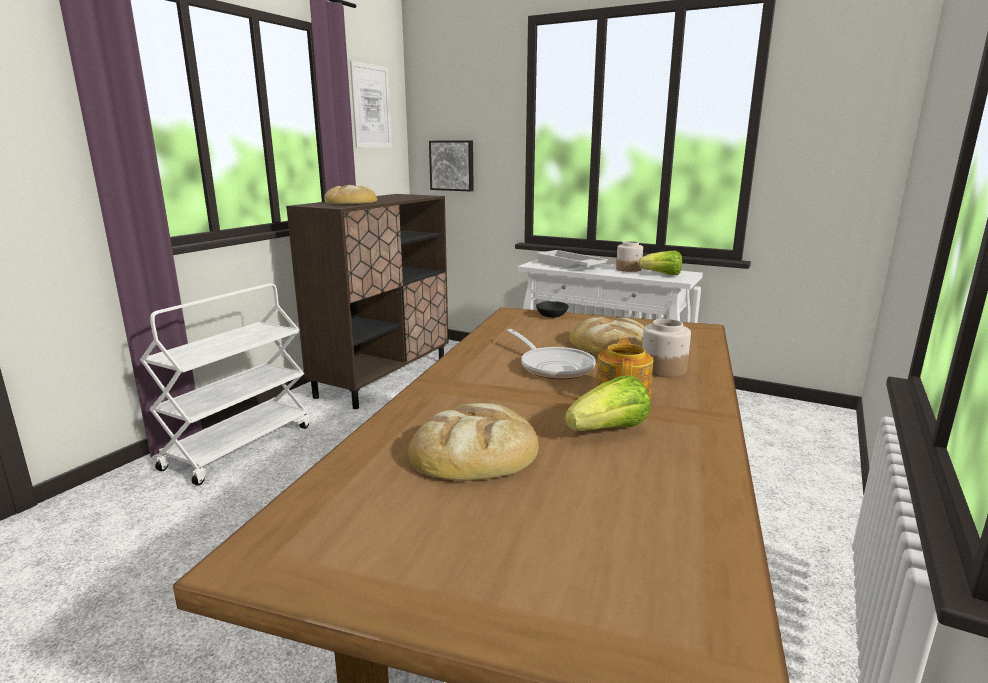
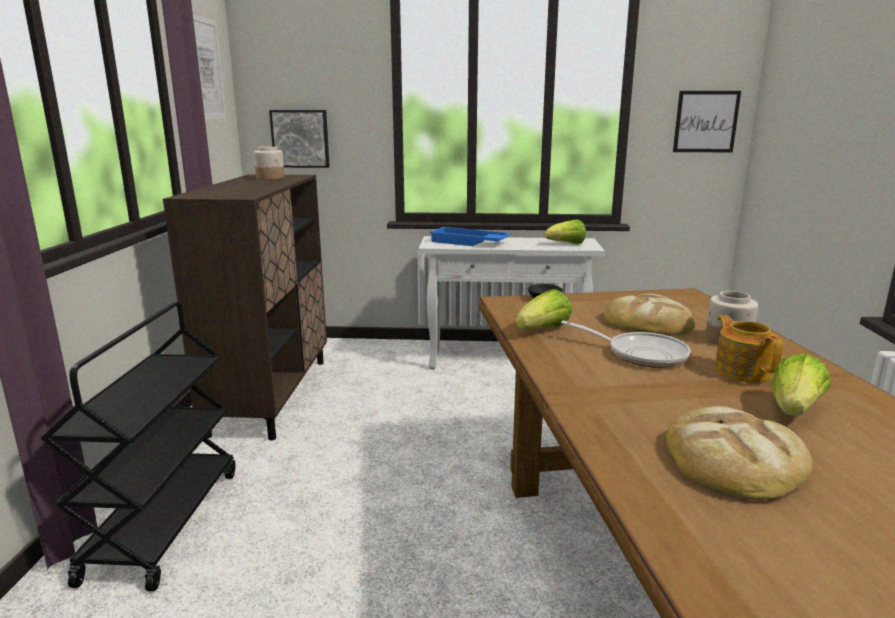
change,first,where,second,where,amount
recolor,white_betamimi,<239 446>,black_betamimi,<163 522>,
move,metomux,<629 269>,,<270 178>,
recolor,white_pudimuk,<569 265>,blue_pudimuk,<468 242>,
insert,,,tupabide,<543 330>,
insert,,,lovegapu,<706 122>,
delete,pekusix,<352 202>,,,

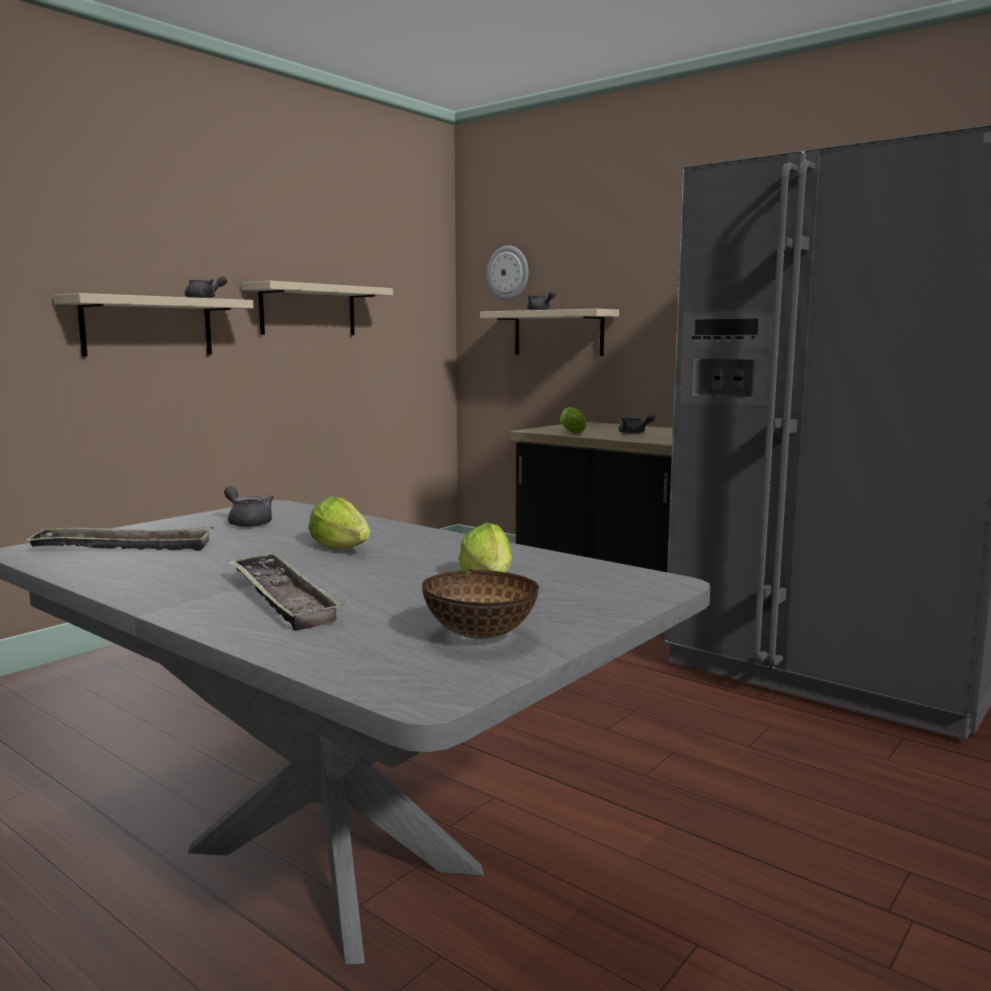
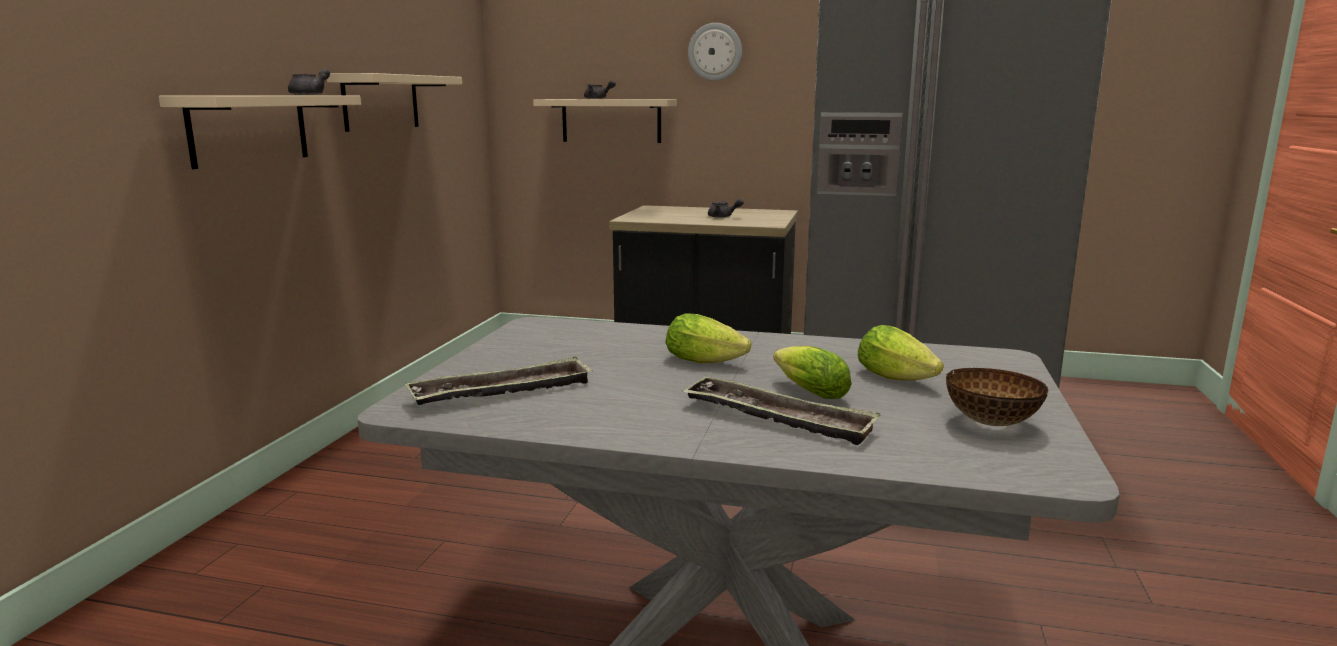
change,first,where,second,where,amount
move,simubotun,<508 273>,,<715 52>,
move,tupabide,<570 432>,,<807 391>,
delete,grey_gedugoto,<248 522>,,,

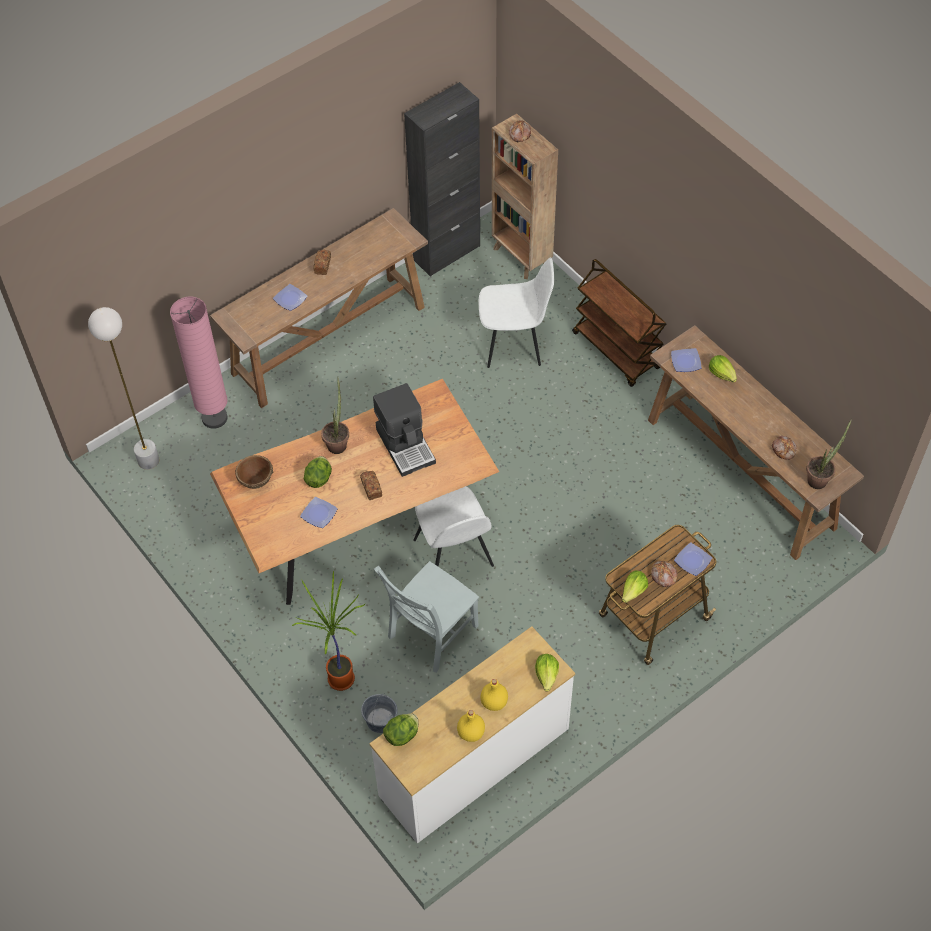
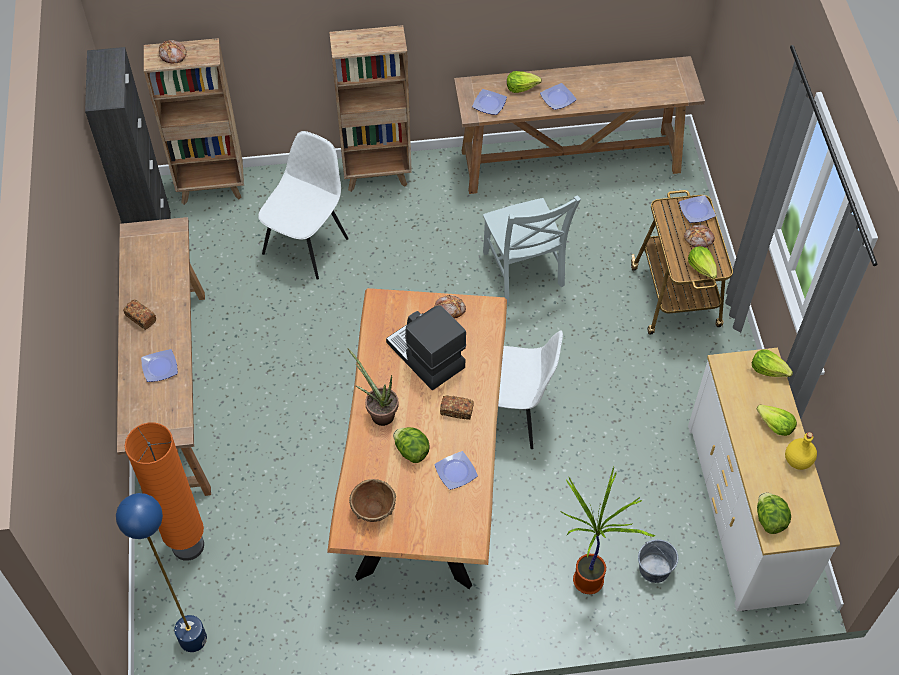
change,first,where,second,where,amount
recolor,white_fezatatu,<148 460>,blue_fezatatu,<192 639>,
recolor,pink_fezatatu,<214 418>,orange_fezatatu,<188 546>,
replace,brown_betamimi,<617 351>,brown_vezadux,<377 175>,
rotate,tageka,<406 445>,,<425 356>,135 degrees counterclockwise
move,pekusix,<784 449>,,<449 309>,
move,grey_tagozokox,<430 634>,,<524 272>,
insert,,,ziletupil,<557 98>,
replace,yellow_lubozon,<493 702>,tupabide,<774 426>,
delete,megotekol,<820 478>,,,

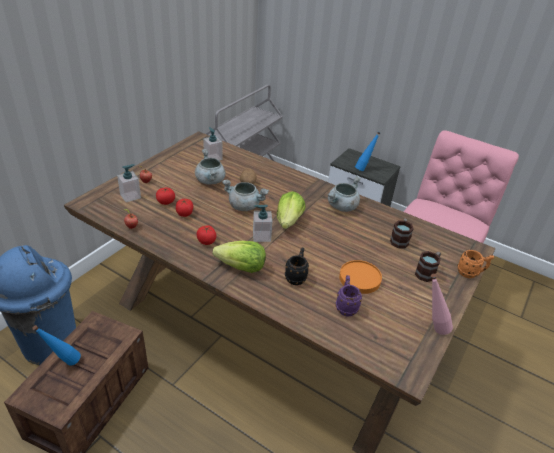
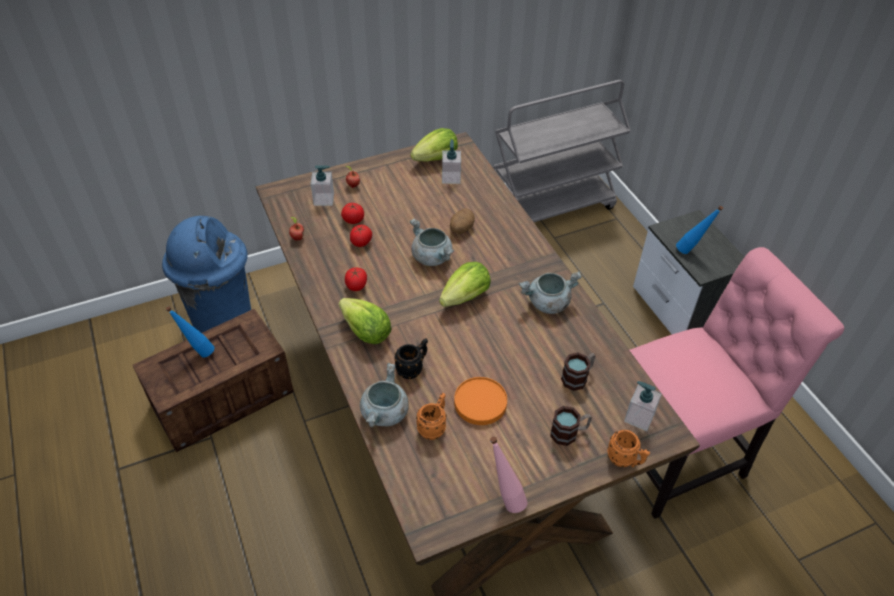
change,first,where,second,where,amount
move,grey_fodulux,<211 181>,,<385 414>,
insert,,,tupabide,<436 158>,
recolor,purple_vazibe,<345 306>,orange_vazibe,<434 427>,
move,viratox,<261 236>,,<639 417>,

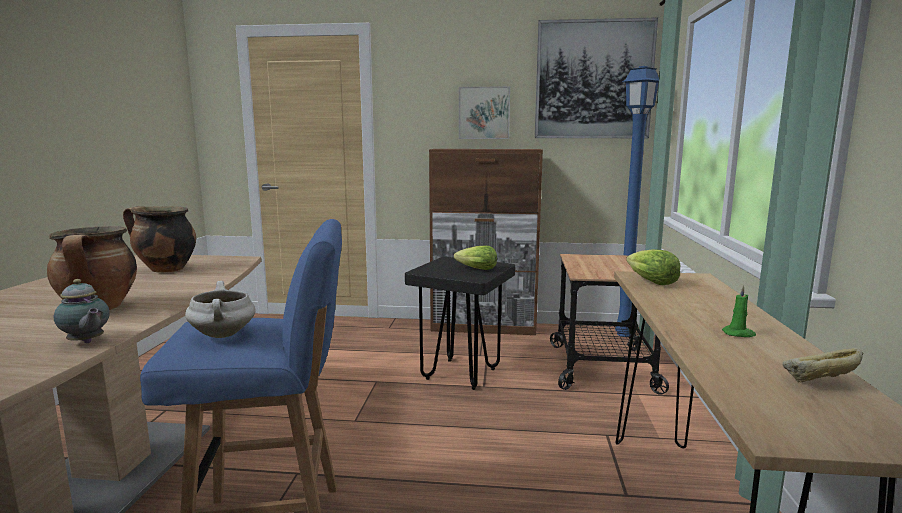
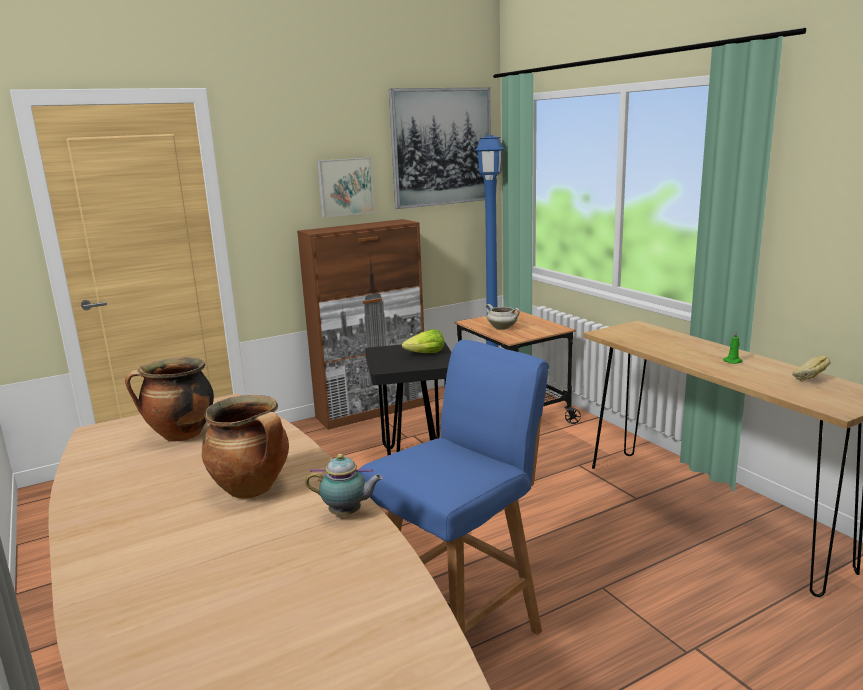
change,first,where,second,where,amount
move,white_fodulux,<224 335>,,<503 328>,
delete,tupabide,<650 282>,,,

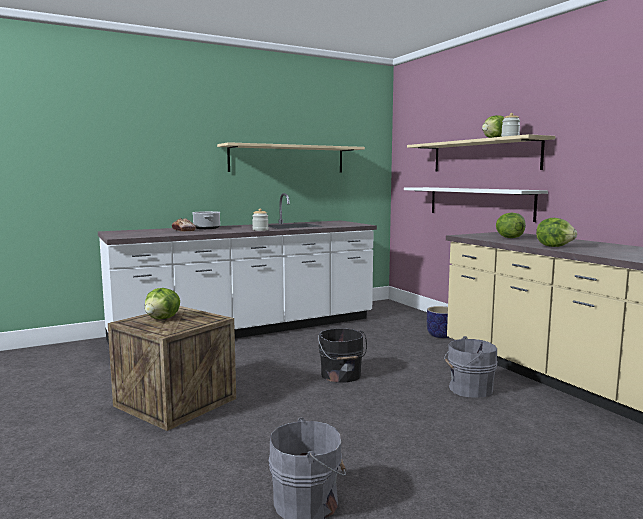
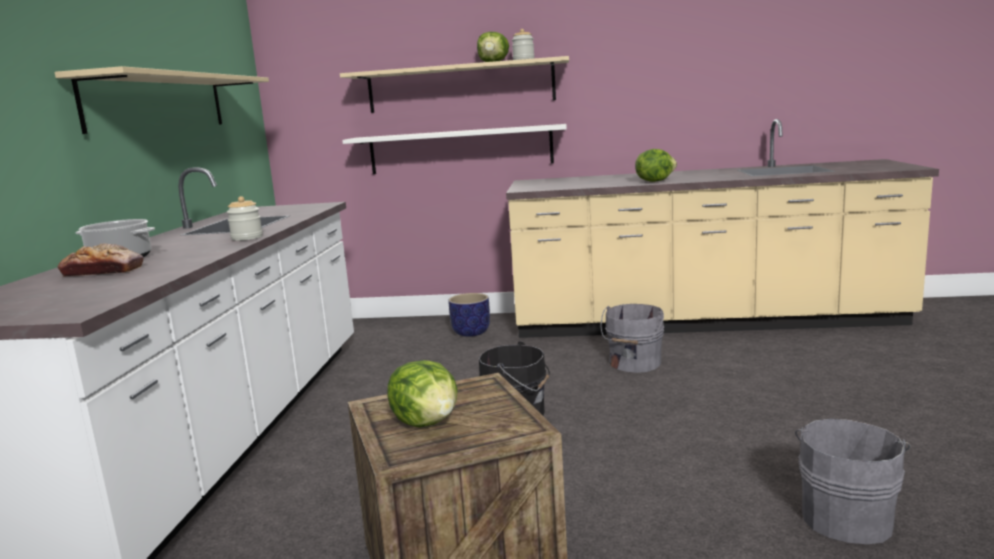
change,first,where,second,where,amount
delete,tupabide,<508 238>,,,

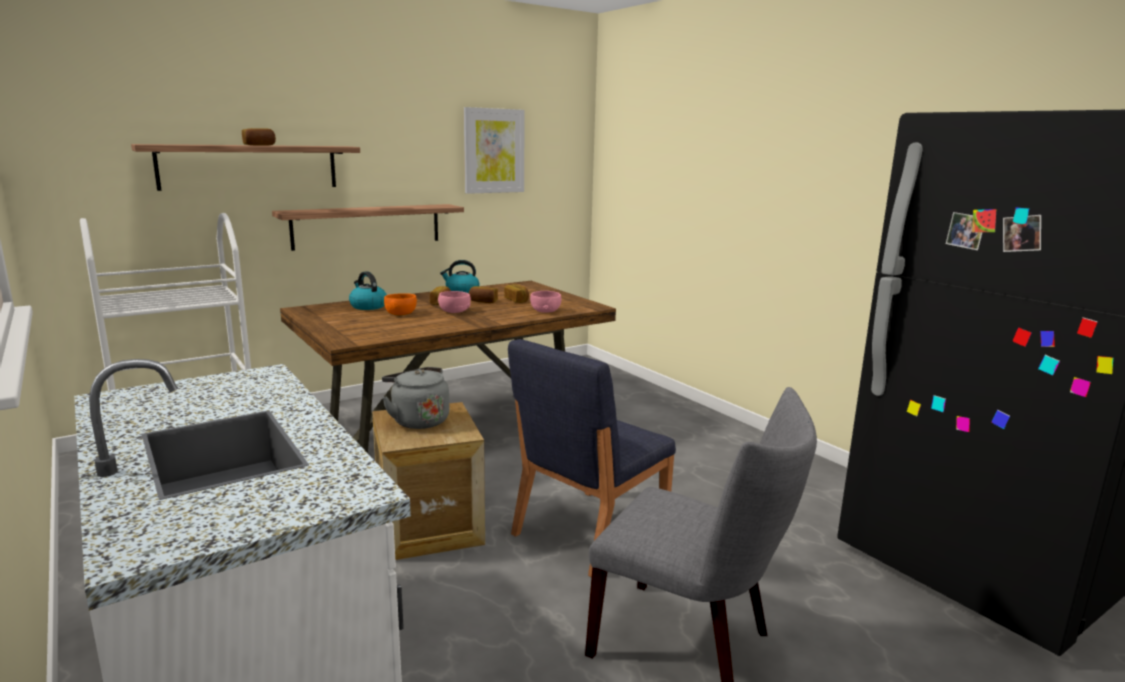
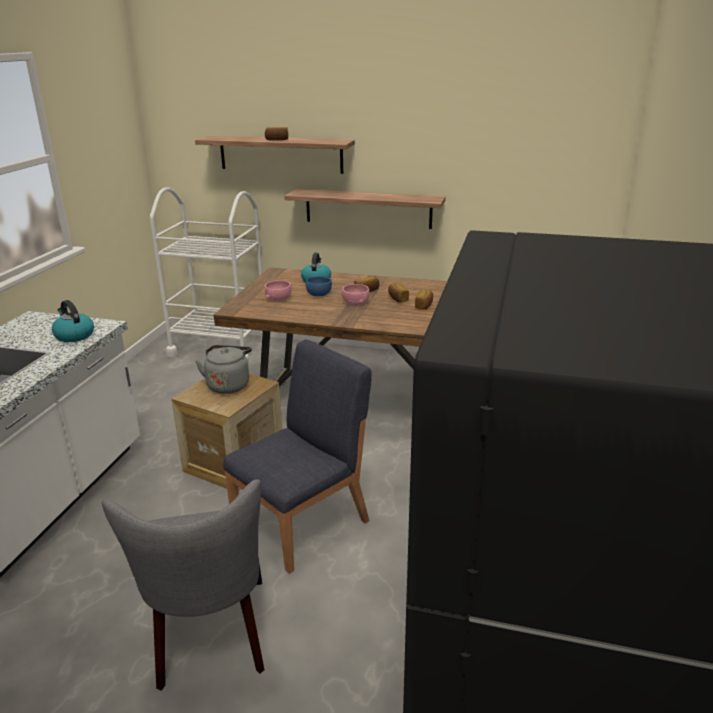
change,first,where,second,where,amount
move,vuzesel,<461 291>,,<74 335>,
rotate,blue_tagozokox,<588 531>,,<303 523>,135 degrees clockwise
move,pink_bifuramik,<545 310>,,<278 298>,
recolor,orange_bifuramik,<401 313>,blue_bifuramik,<319 294>,
delete,lovegapu,<494 151>,,,

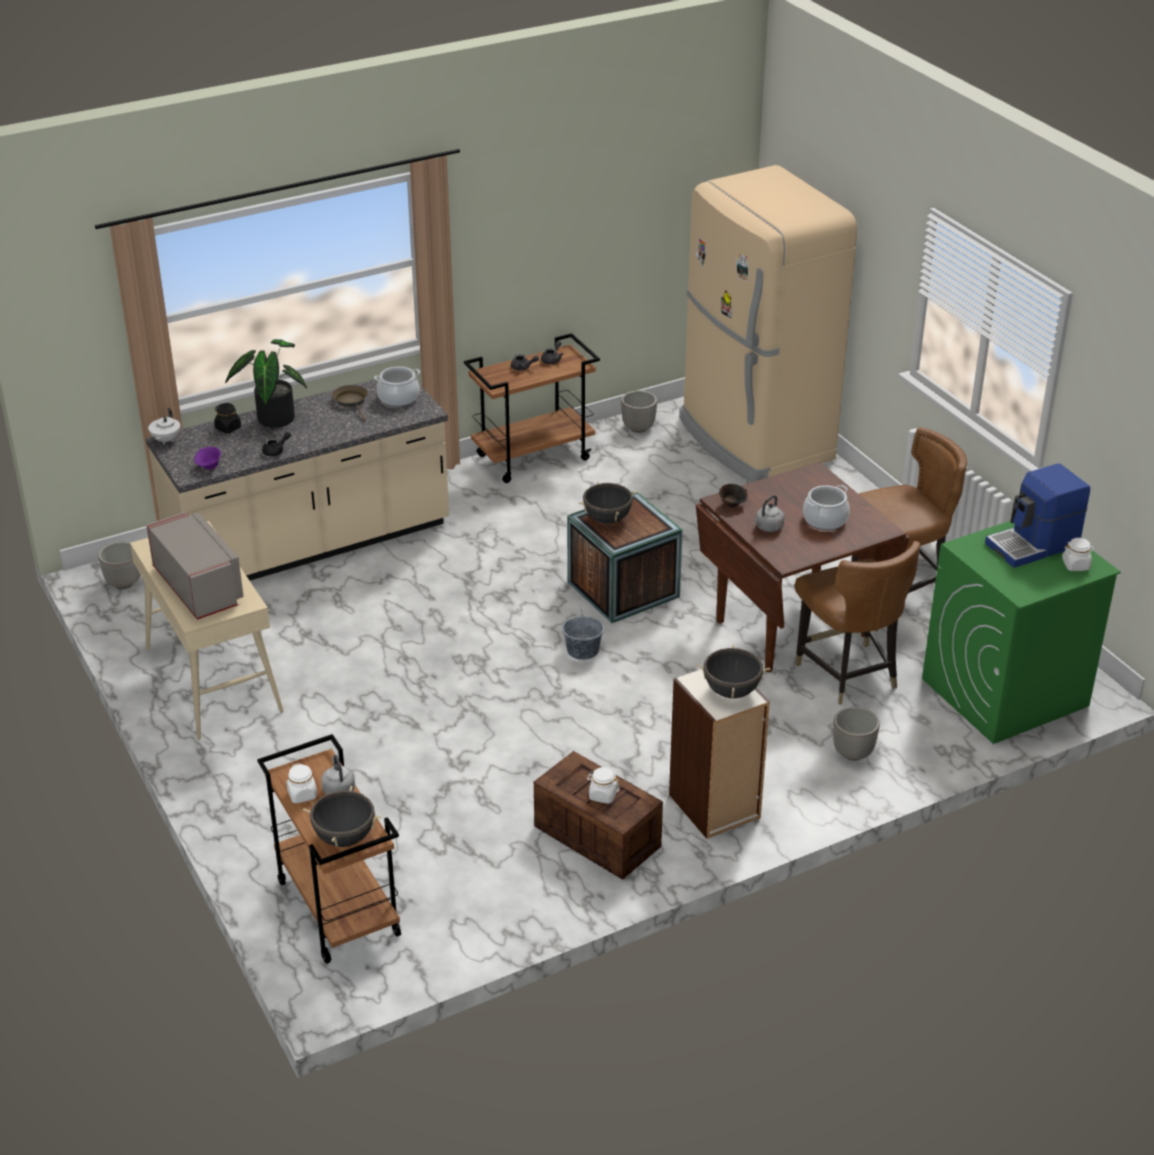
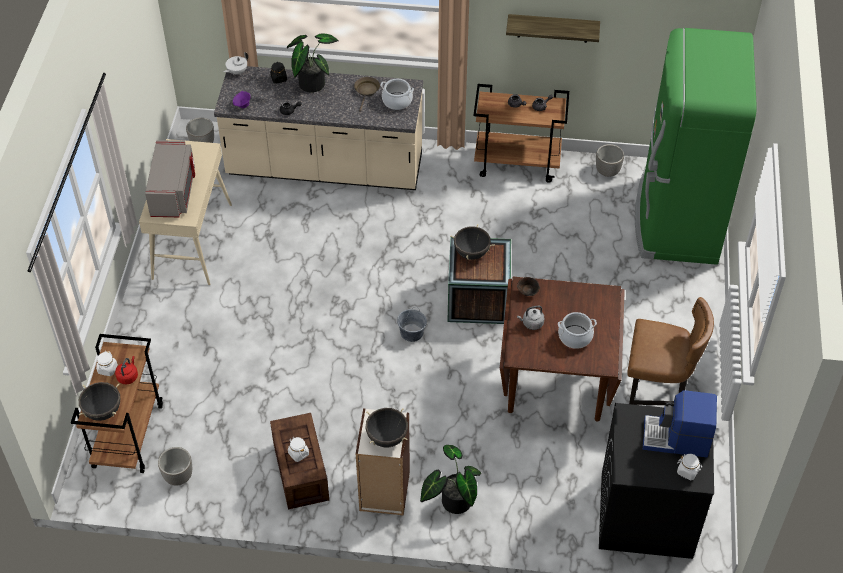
change,first,where,second,where,amount
recolor,grey_vuzesel,<338 789>,red_vuzesel,<128 376>,
move,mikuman,<853 753>,,<178 477>,
insert,,,megotekol,<452 501>,
insert,,,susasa,<553 28>,
recolor,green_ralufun,<1004 693>,black_ralufun,<645 515>,
recolor,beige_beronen,<754 440>,green_beronen,<676 220>,
delete,brown_tagozokox,<848 674>,,,

